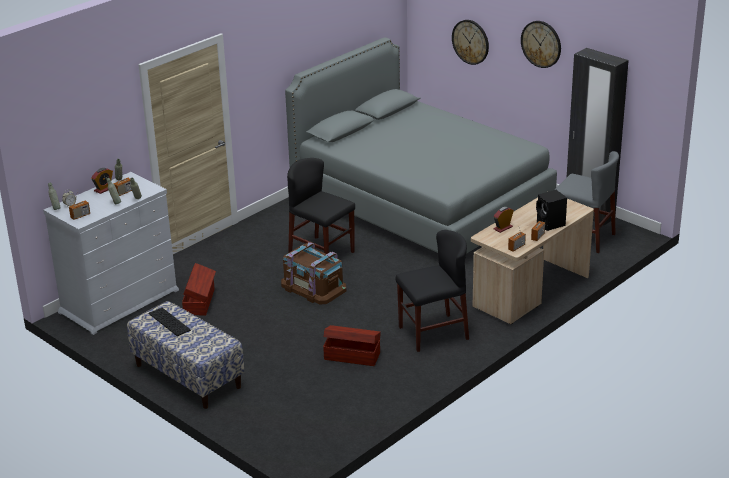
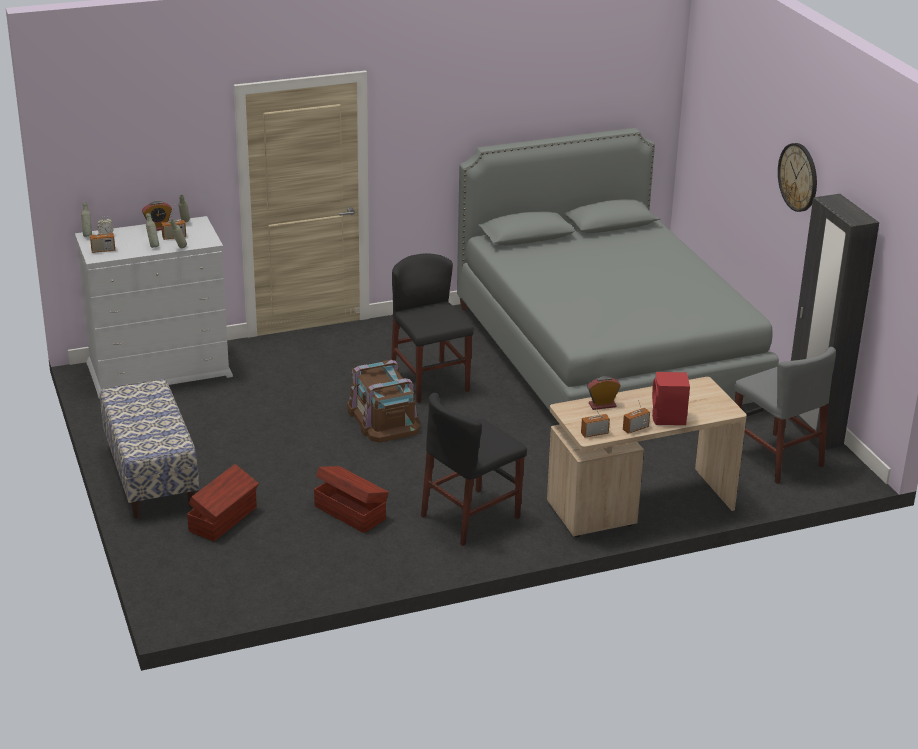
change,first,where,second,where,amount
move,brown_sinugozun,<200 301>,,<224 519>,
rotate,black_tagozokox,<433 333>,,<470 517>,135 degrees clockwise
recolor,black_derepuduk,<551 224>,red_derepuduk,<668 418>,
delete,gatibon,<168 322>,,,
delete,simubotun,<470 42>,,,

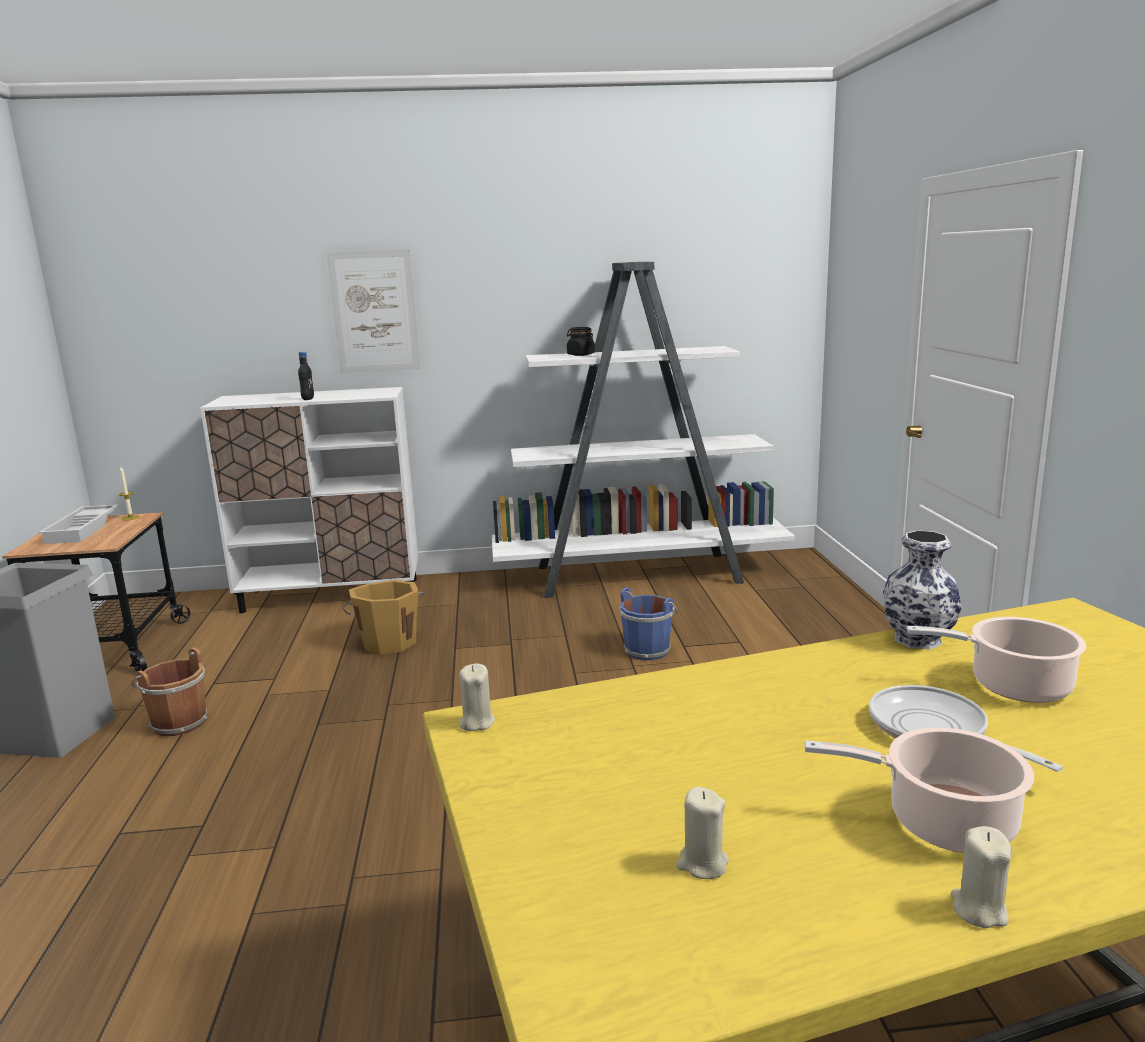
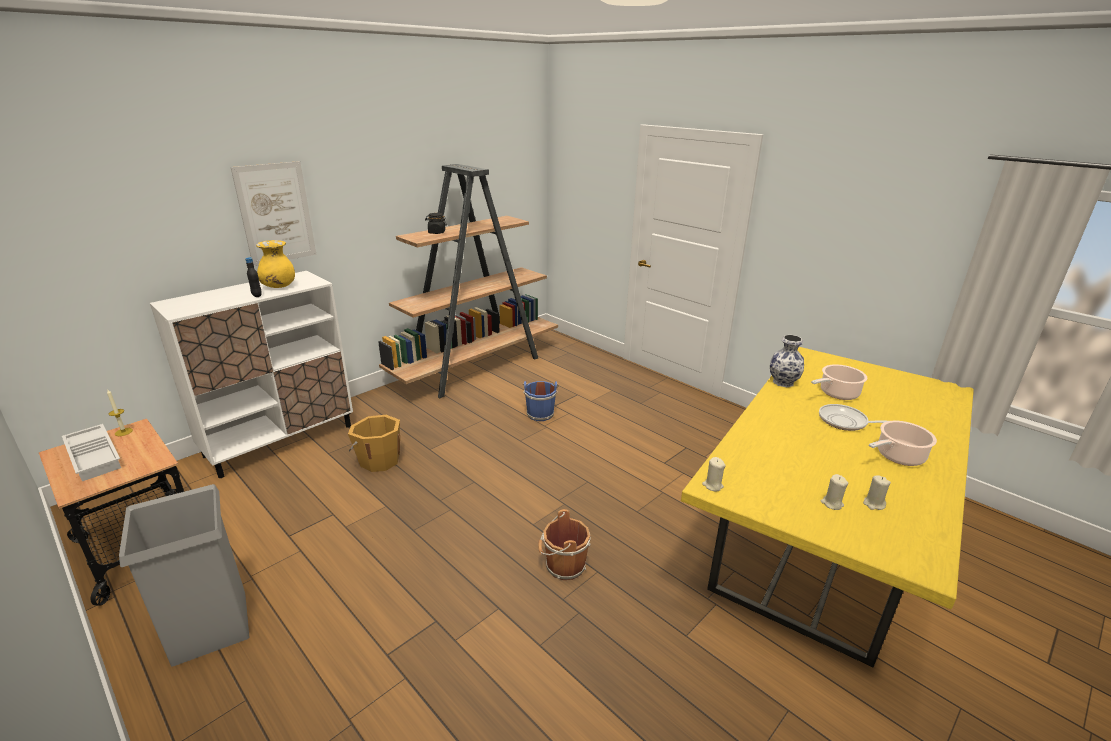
change,first,where,second,where,amount
insert,,,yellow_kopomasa,<279 286>,
recolor,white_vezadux,<641 575>,brown_vezadux,<476 367>,
move,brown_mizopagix,<177 723>,,<563 566>,
move,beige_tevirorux,<978 909>,,<831 503>,

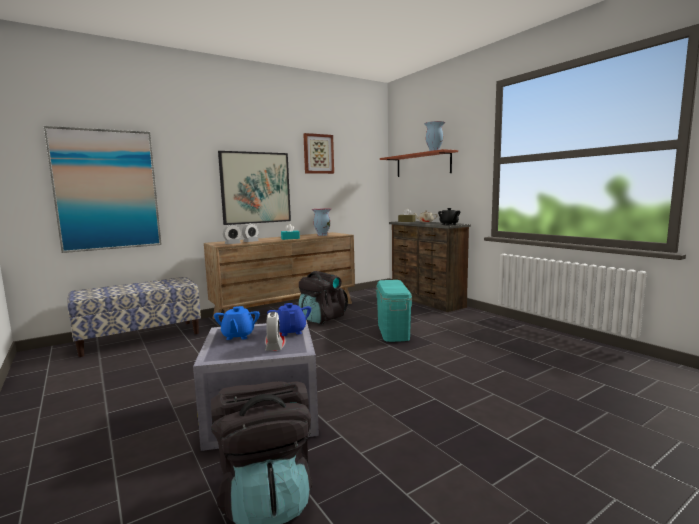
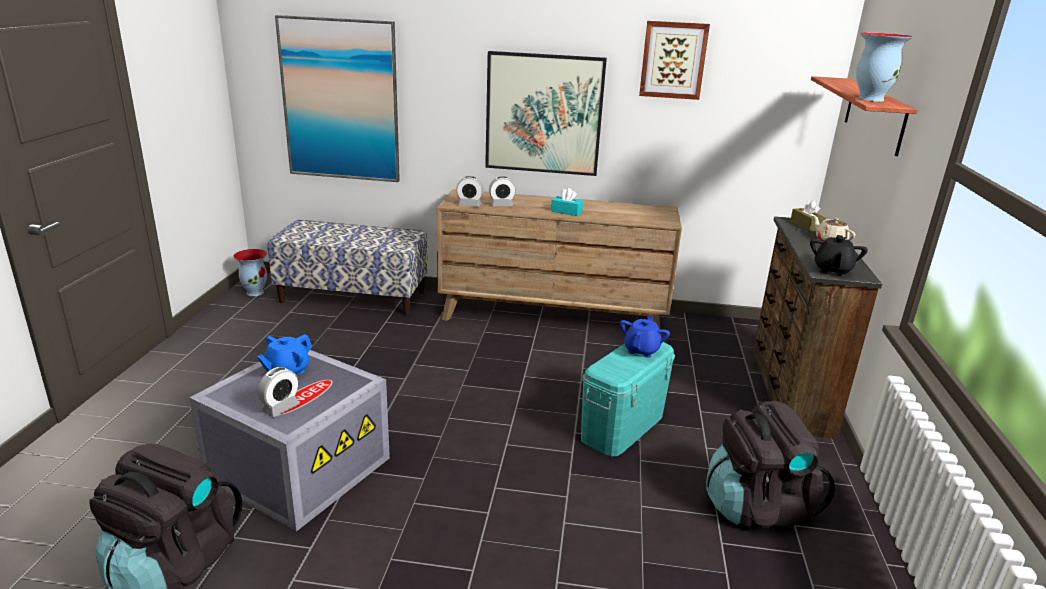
change,first,where,second,where,amount
move,kopomasa,<322 235>,,<255 292>,
move,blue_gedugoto,<290 331>,,<642 350>,
move,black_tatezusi,<321 319>,,<757 507>,

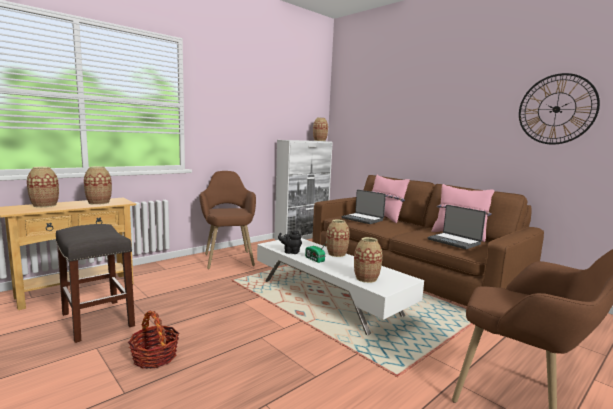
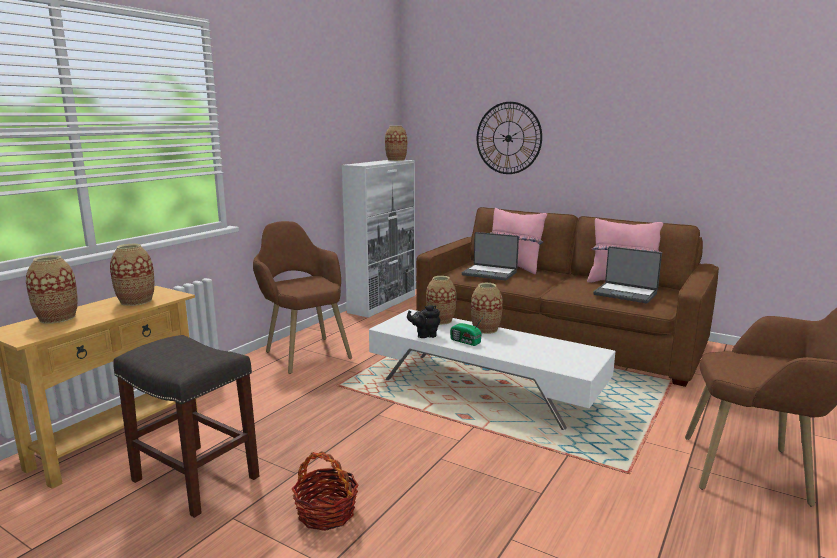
change,first,where,second,where,amount
move,kopomasa,<366 278>,,<440 320>,
move,simubotun,<556 109>,,<508 138>,

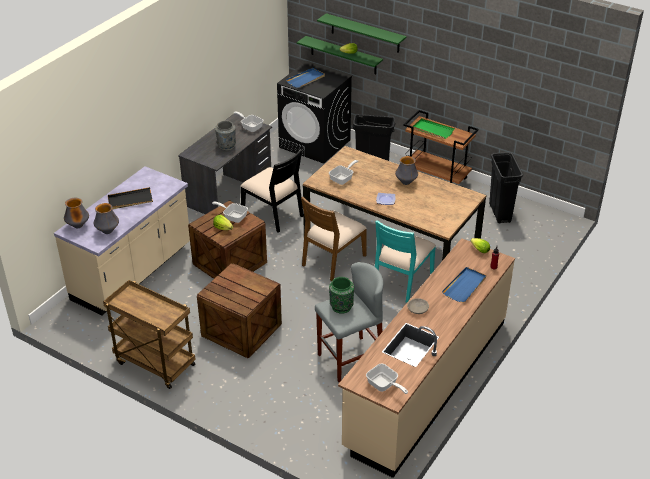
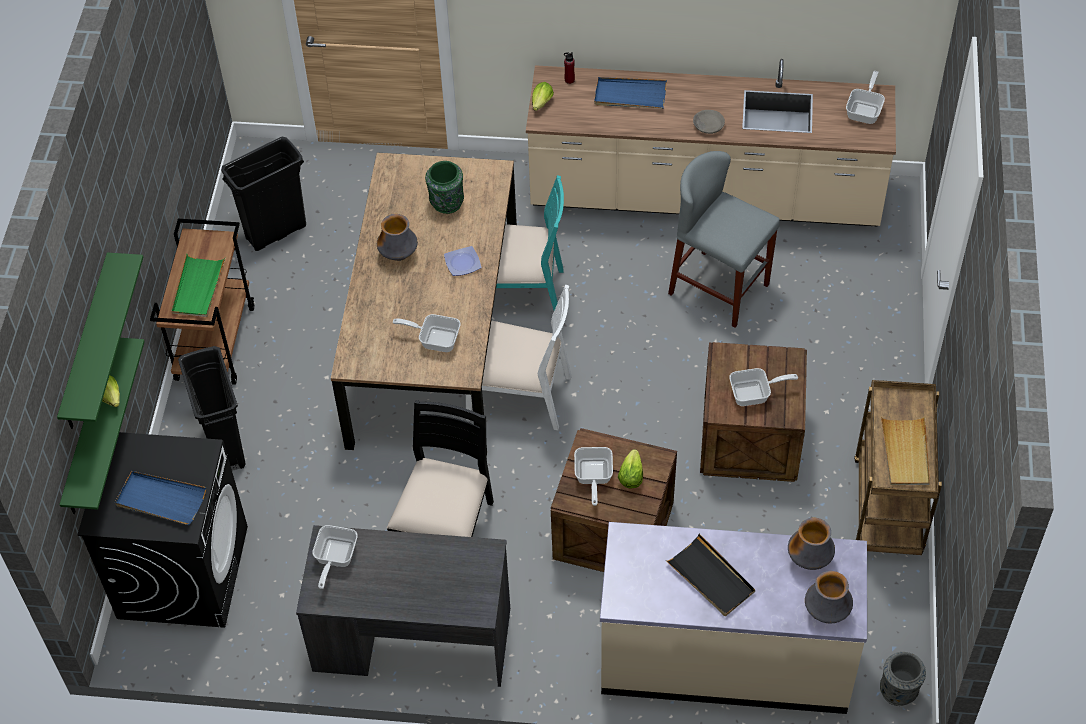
change,first,where,second,where,amount
move,green_kopomasa,<341 306>,,<446 203>,
recolor,brown_tagozokox,<332 260>,white_tagozokox,<520 396>,
insert,,,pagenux,<755 394>,
move,grey_kopomasa,<226 146>,,<898 691>,
insert,,,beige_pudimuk,<905 453>,

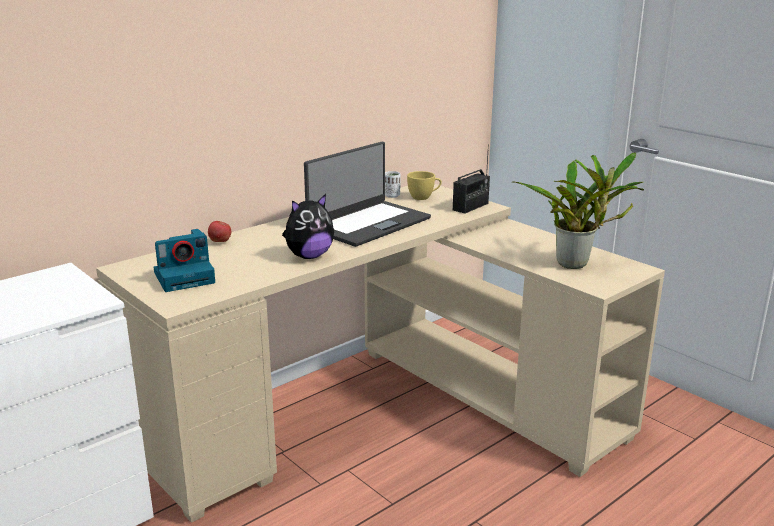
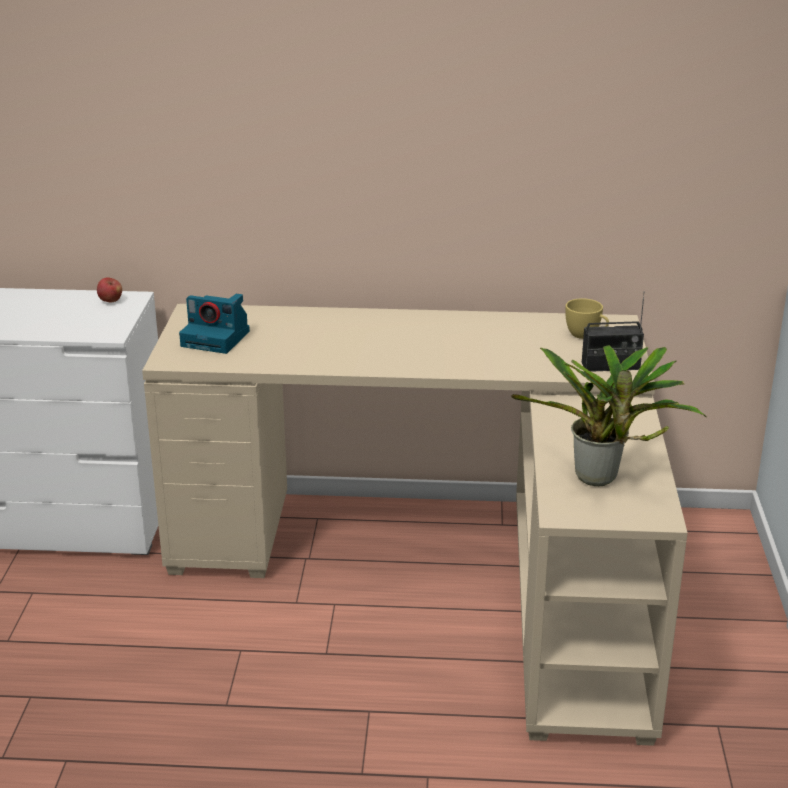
change,first,where,second,where,amount
move,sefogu,<220 242>,,<110 301>,
delete,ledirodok,<309 256>,,,
delete,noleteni,<368 223>,,,
delete,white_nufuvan,<392 195>,,,

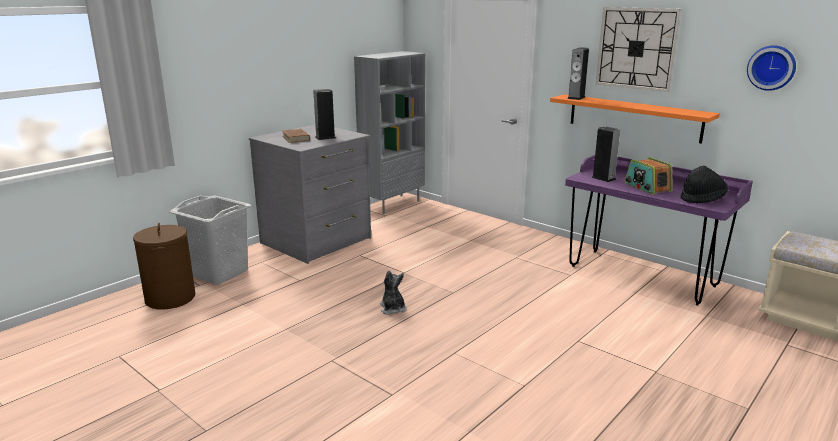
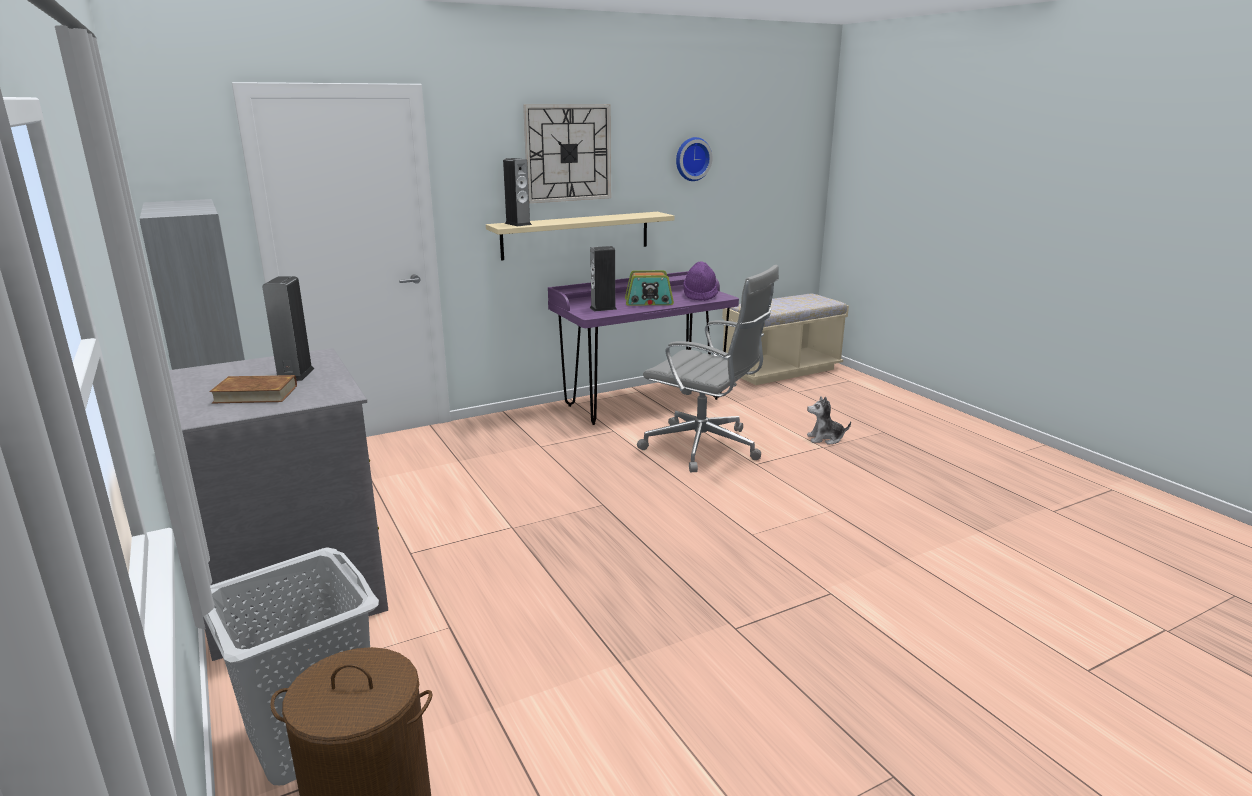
change,first,where,second,where,amount
recolor,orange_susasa,<633 117>,beige_susasa,<576 235>,
insert,,,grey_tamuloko,<705 448>,
recolor,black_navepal,<702 199>,purple_navepal,<700 296>,
move,ledirodok,<392 309>,,<825 439>,

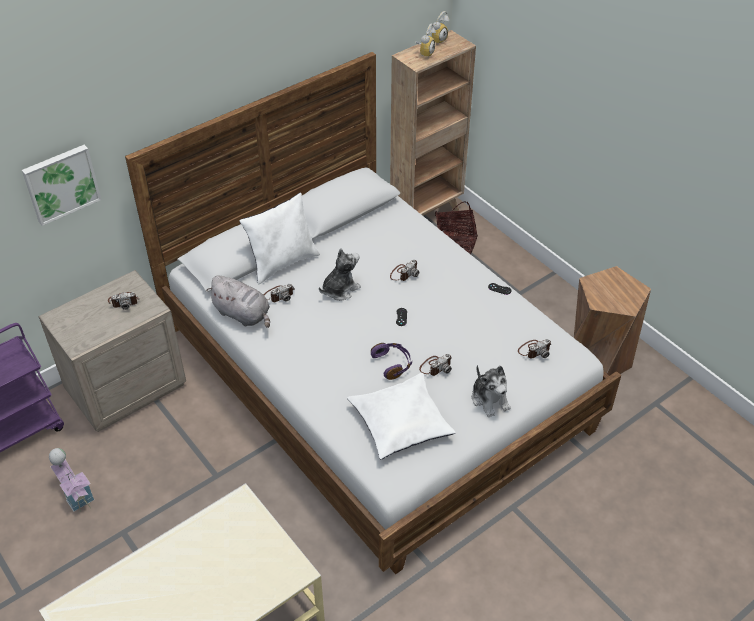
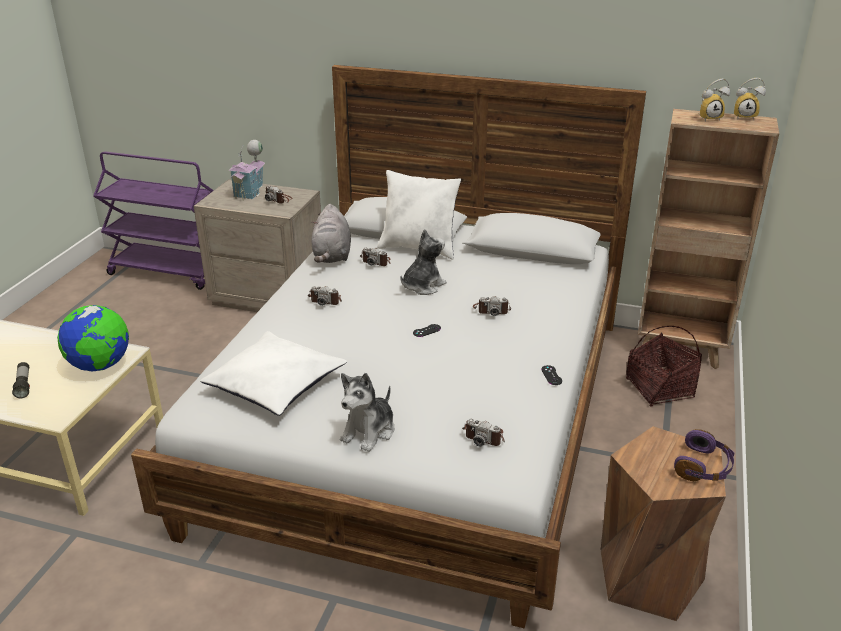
change,first,where,second,where,amount
insert,,,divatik,<24 385>,
insert,,,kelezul,<100 366>,
move,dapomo,<76 493>,,<251 191>,
move,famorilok,<435 366>,,<326 300>,
rotate,ledirodok,<340 289>,,<422 286>,60 degrees counterclockwise
move,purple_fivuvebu,<392 364>,,<703 467>,
delete,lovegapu,<61 183>,,,

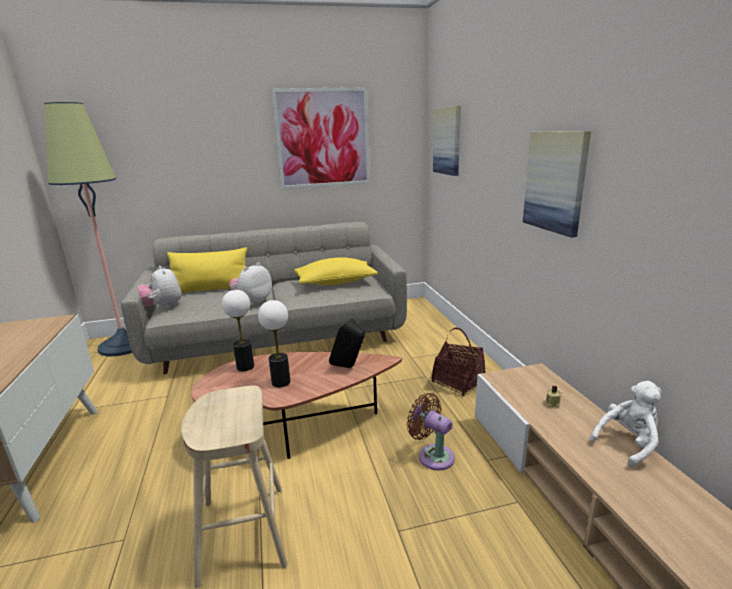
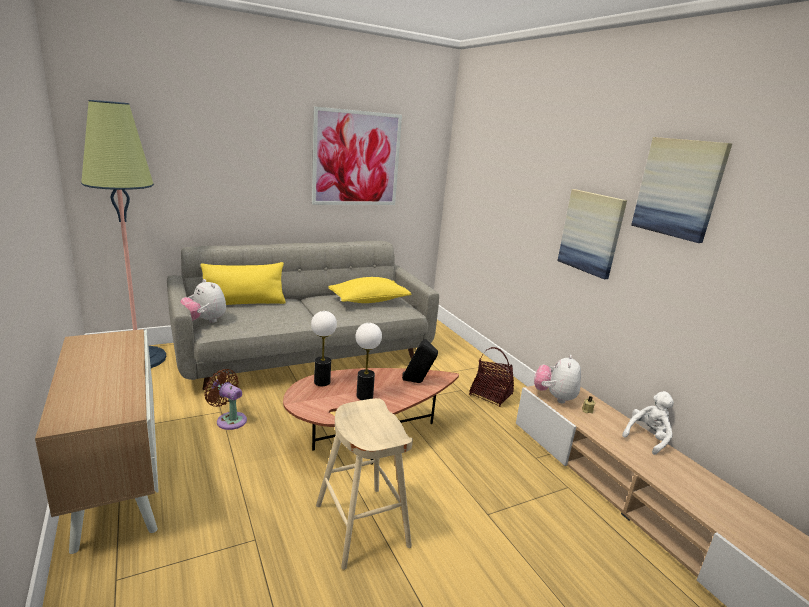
change,first,where,second,where,amount
move,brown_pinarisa,<433 455>,,<229 420>,
move,ledirodok,<253 301>,,<554 397>,
move,lovegapu,<447 141>,,<679 188>,

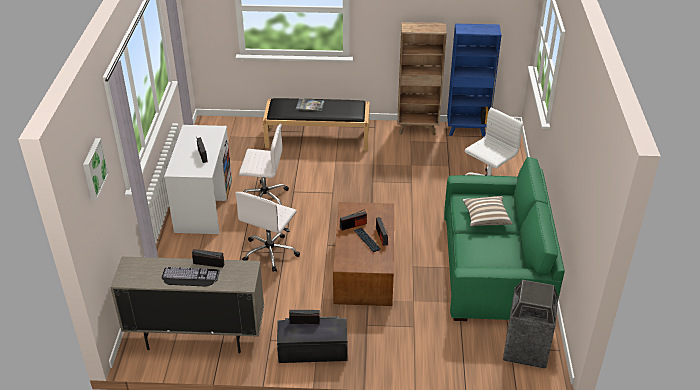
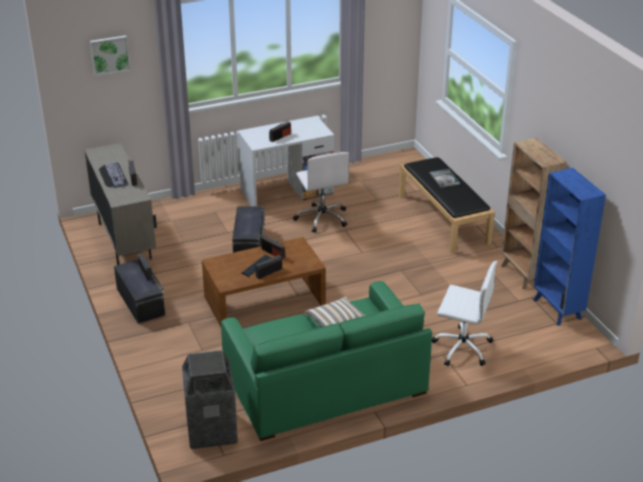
change,first,where,second,where,amount
replace,white_tamuloko,<270 252>,black_sinugozun,<249 244>,

